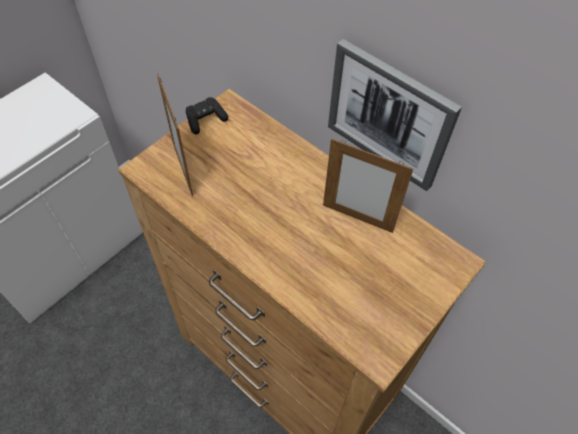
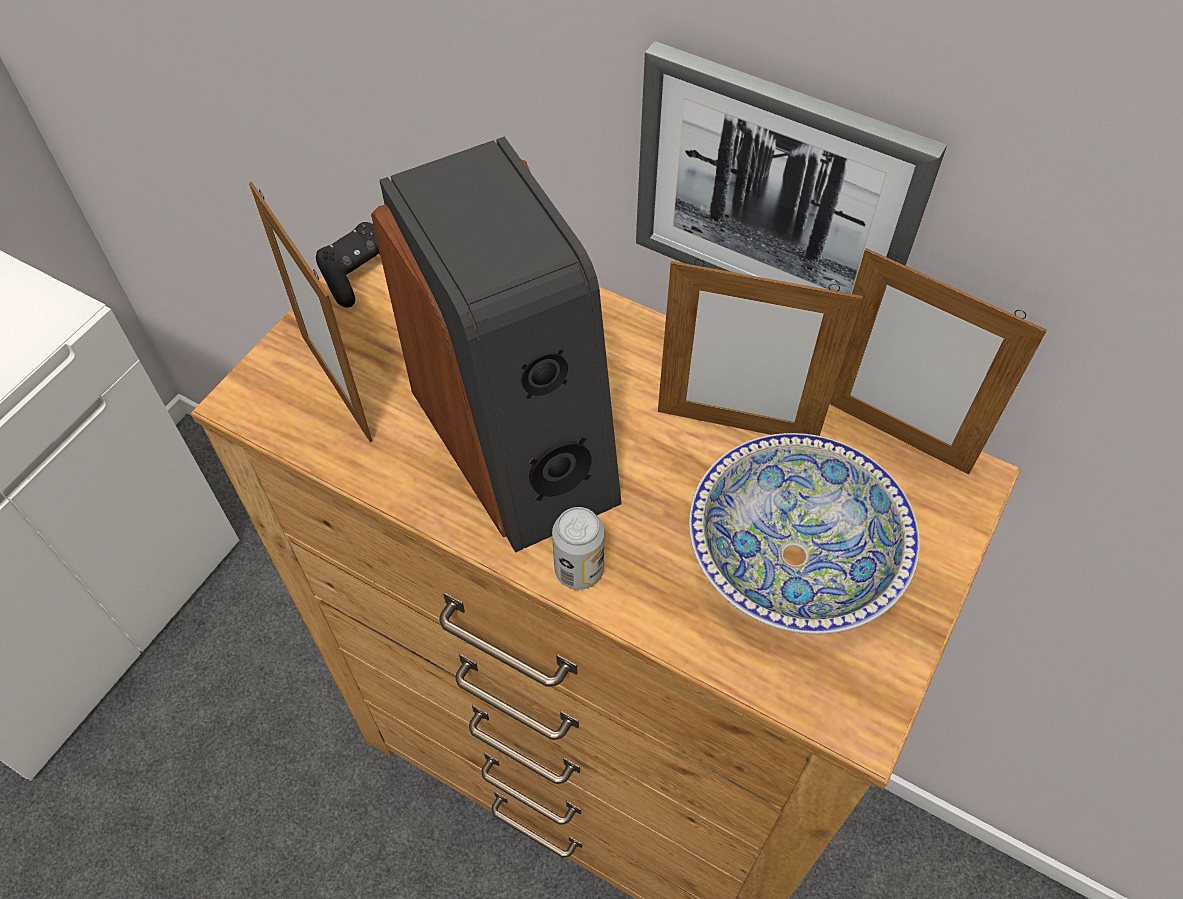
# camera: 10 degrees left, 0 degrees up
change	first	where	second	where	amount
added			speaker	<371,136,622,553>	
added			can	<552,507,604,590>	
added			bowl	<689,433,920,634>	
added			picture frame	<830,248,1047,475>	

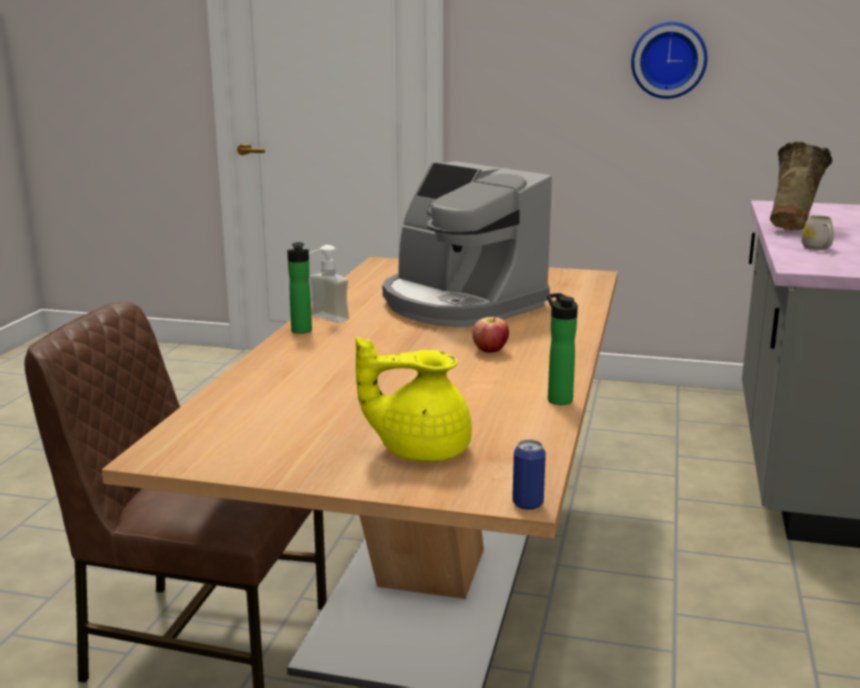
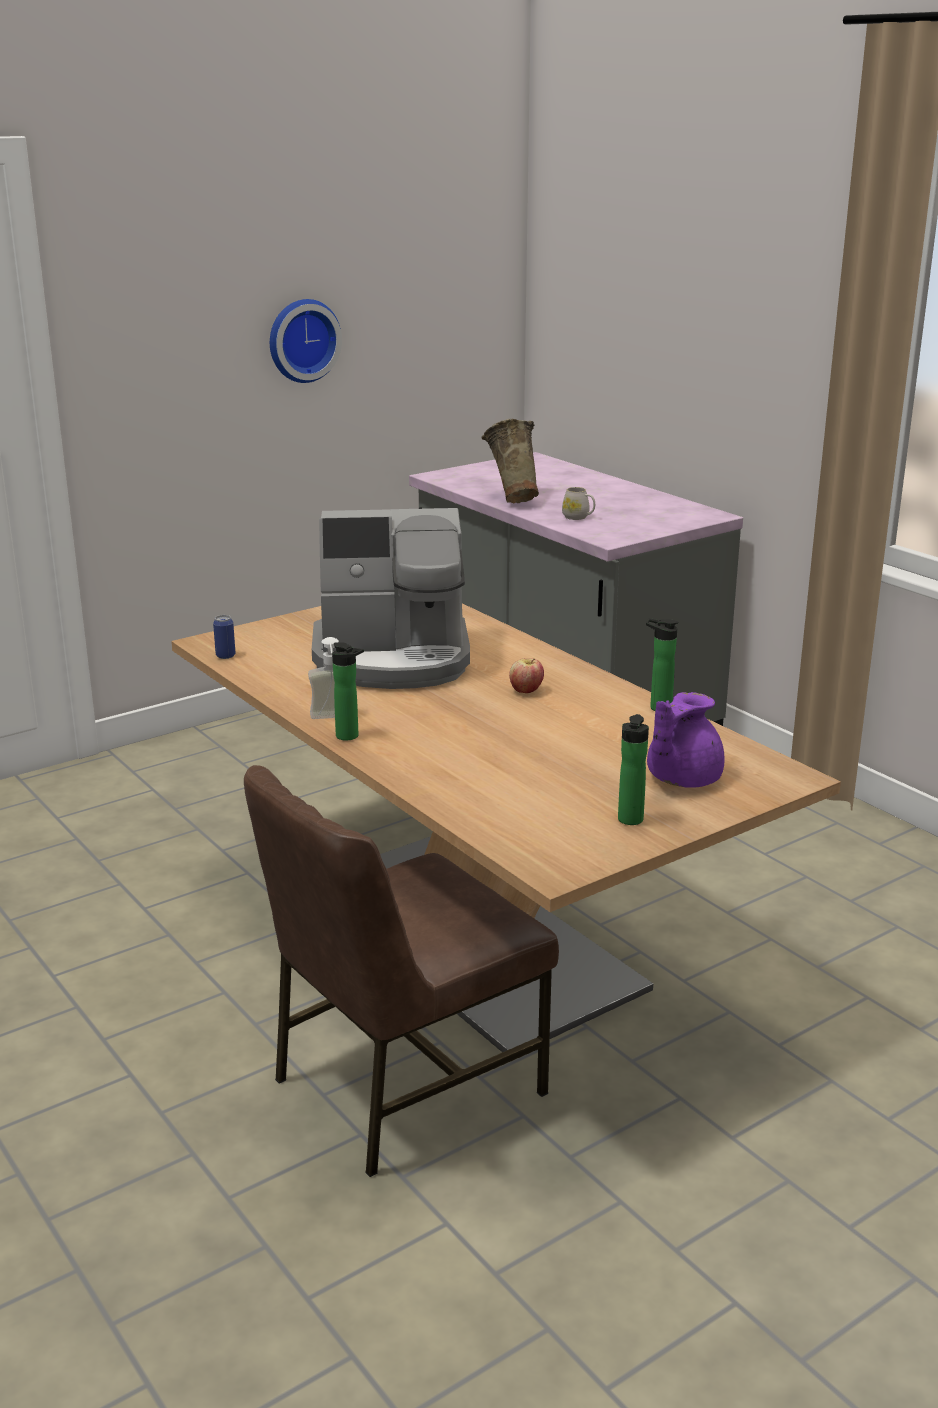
# camera: 50 degrees left, 5 degrees up
change	first	where	second	where	amount
moved	can	<512,439,546,510>		<213,615,235,659>	
added			bottle	<618,714,649,825>	
recoloured	teapot in yellow	<356,336,472,461>	teapot in purple	<647,692,724,788>	

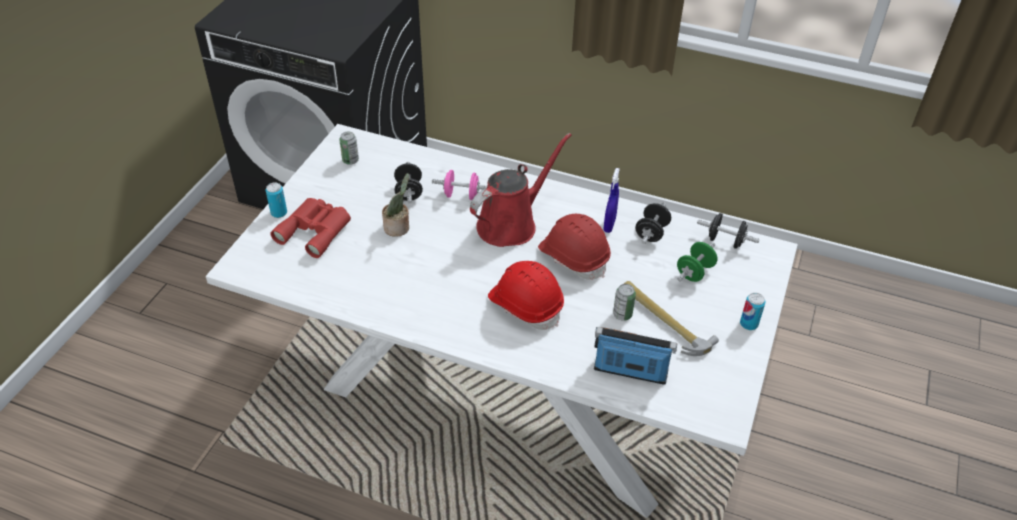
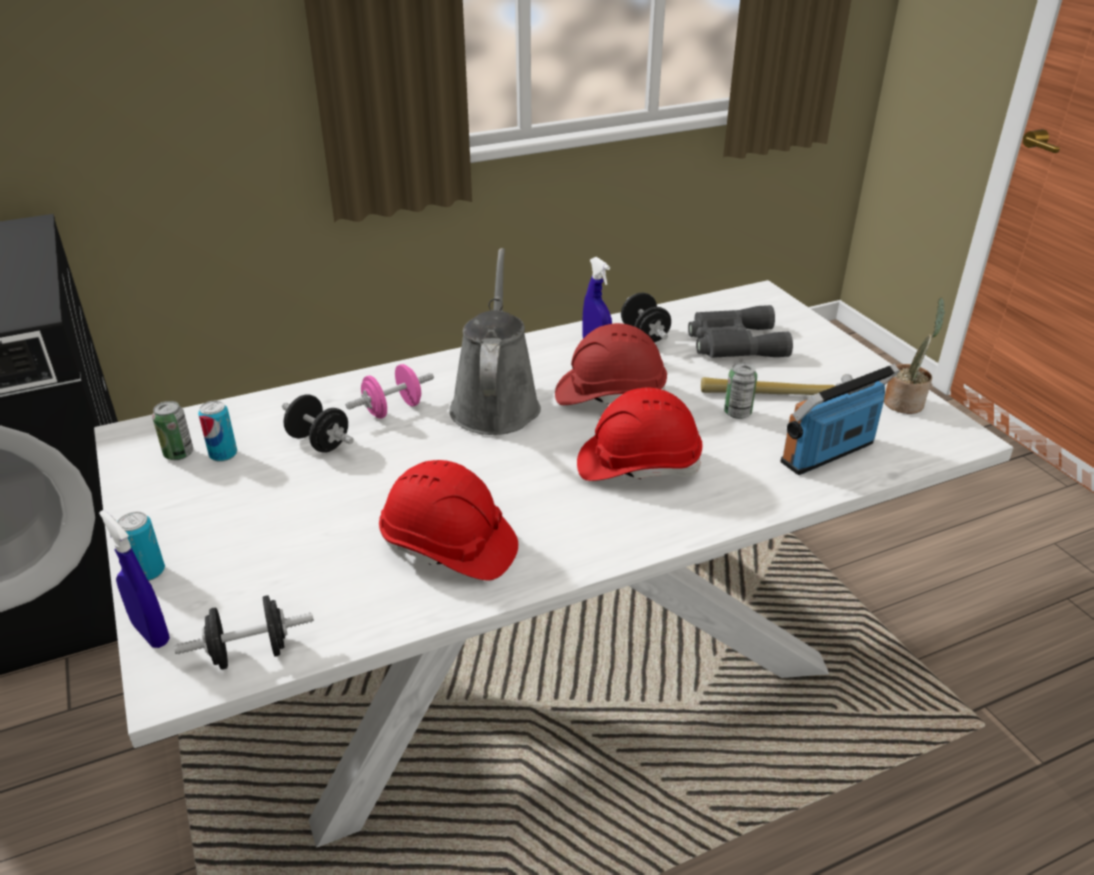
# camera: 45 degrees left, 10 degrees down
change	first	where	second	where	amount
added			spray bottle in blue	<99,510,170,648>	
moved	dumbbell in black	<697,213,759,249>		<174,595,314,670>	
moved	can	<740,293,766,330>		<198,401,237,462>	
added			hard hat in red	<379,460,518,580>	
recoloured	watering can in red	<470,133,572,247>	watering can in grey	<450,248,541,435>	
replaced	dumbbell in green	<677,242,718,282>	binoculars in grey	<688,305,793,358>	
moved	potted plant	<382,173,409,237>		<884,297,945,414>	
removed	binoculars in red	<270,198,351,258>			

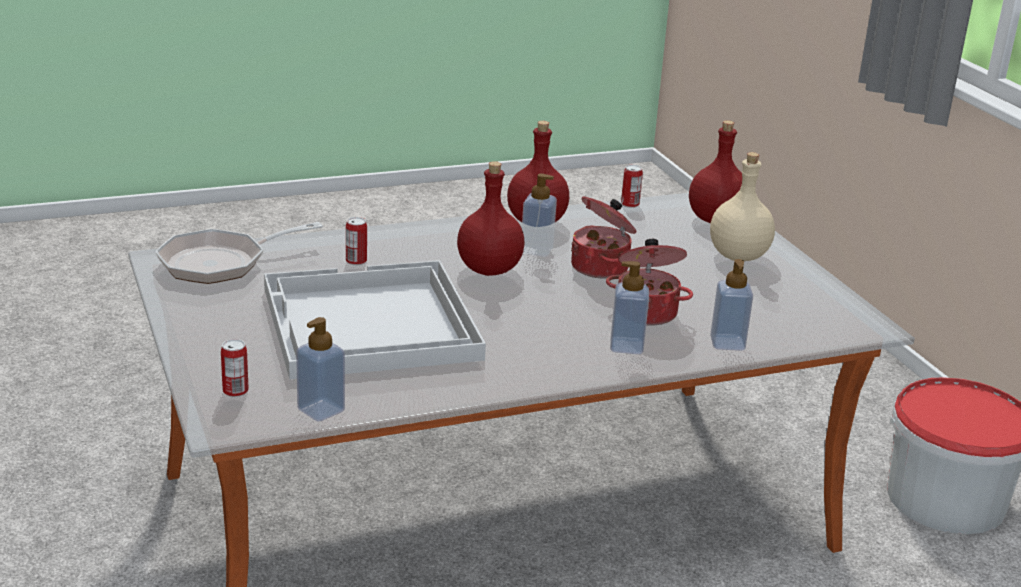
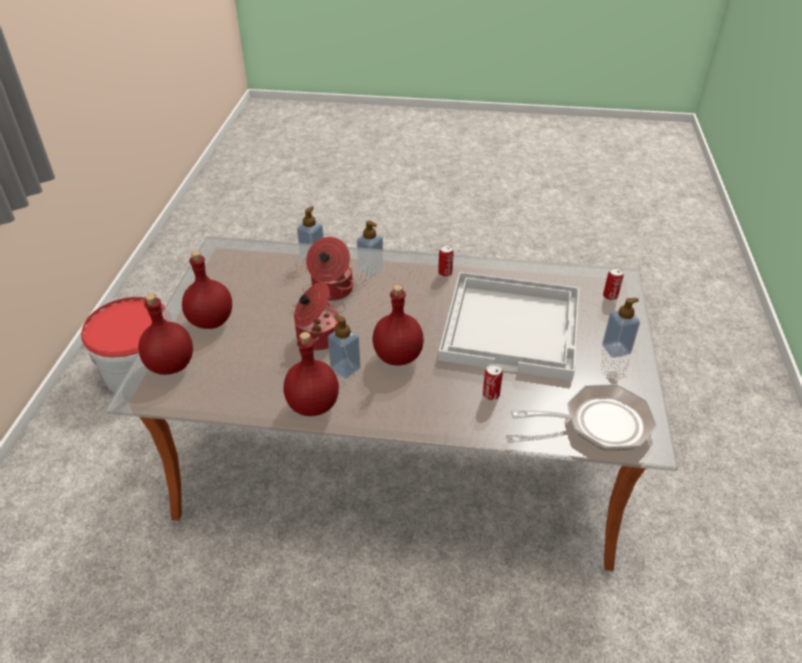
# camera: 150 degrees left, 15 degrees up
change	first	where	second	where	amount
recoloured	bottle in beige	<710,152,775,261>	bottle in red	<182,251,232,329>	
moved	can	<621,165,643,208>		<438,245,454,277>	
moved	soap dispenser	<296,317,345,422>		<602,298,640,358>	

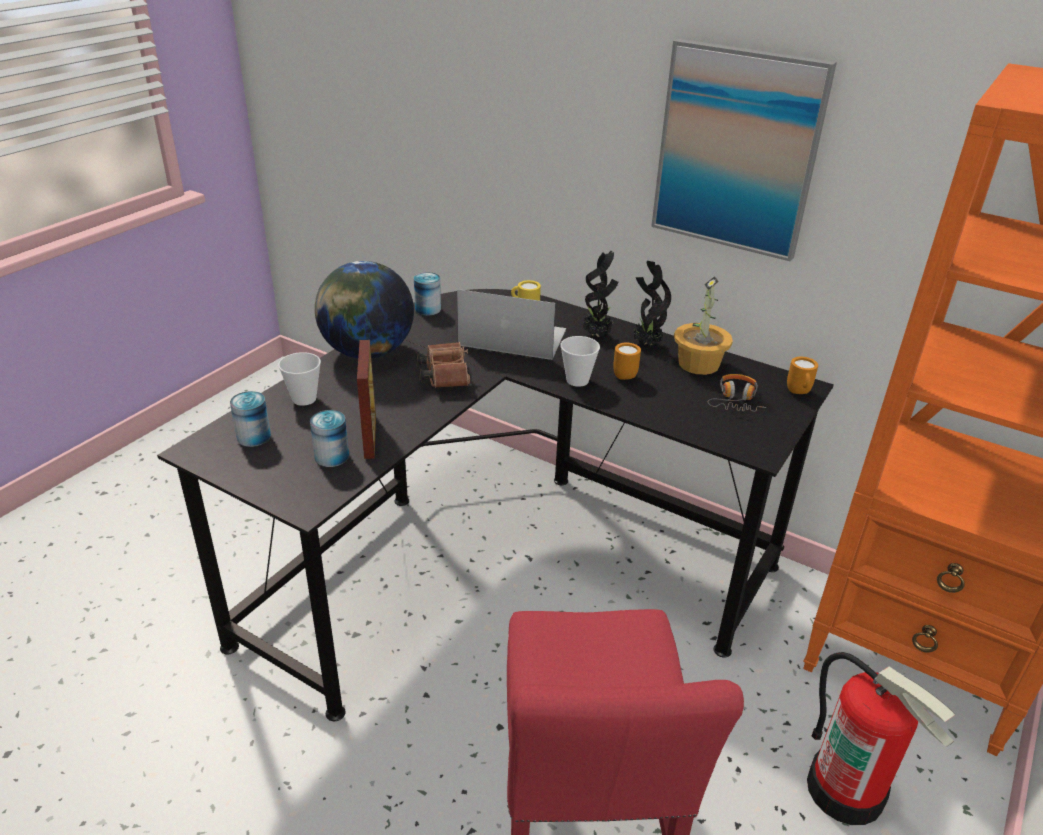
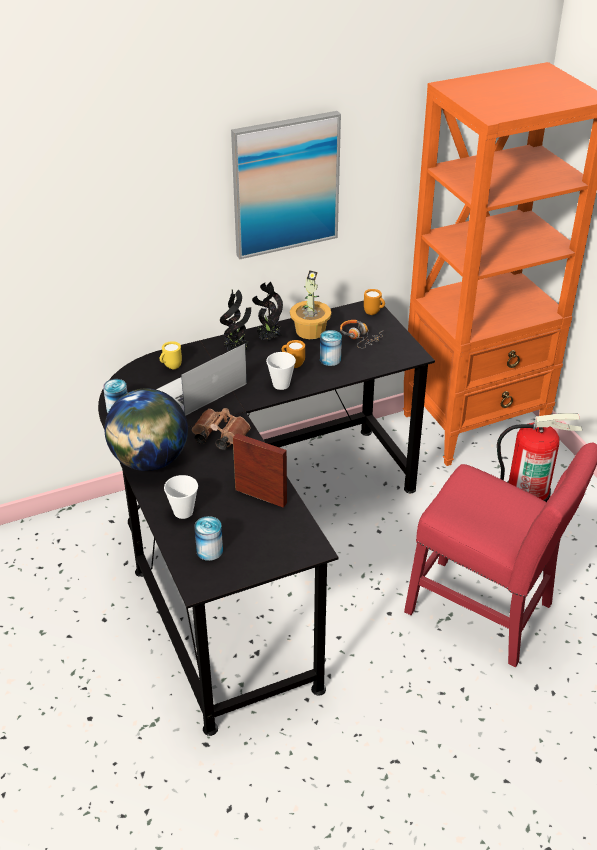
# camera: 55 degrees left, 5 degrees up
change	first	where	second	where	amount
moved	can	<310,410,349,467>		<320,330,342,366>	

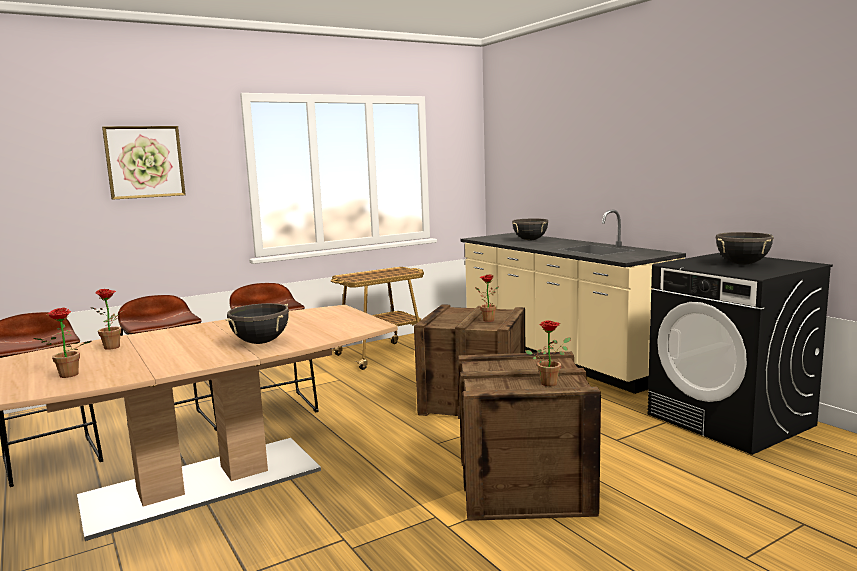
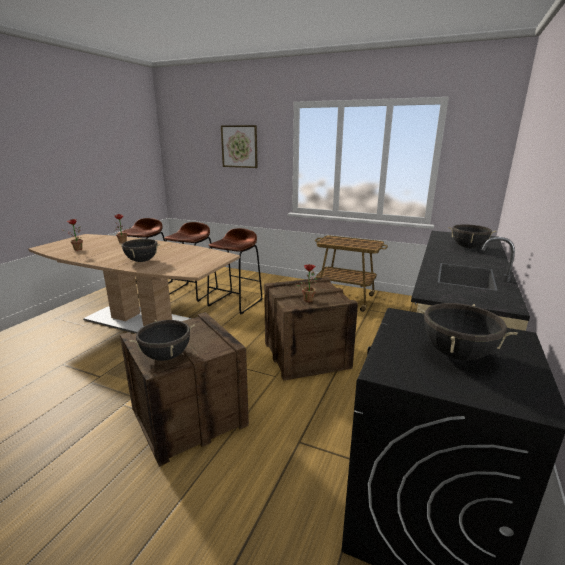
# camera: 55 degrees right, 10 degrees up
change	first	where	second	where	amount
replaced	potted plant	<525,320,571,386>	cooking pot in black	<130,320,195,361>	

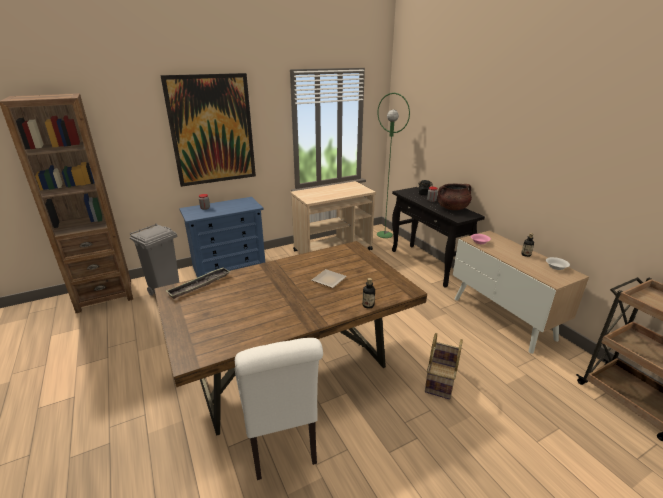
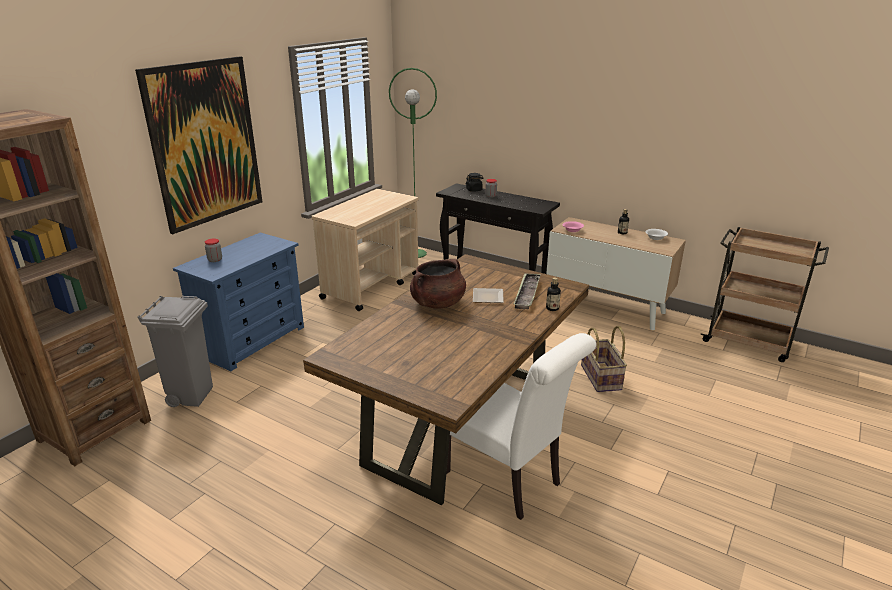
# camera: 30 degrees left, 0 degrees up
change	first	where	second	where	amount
moved	cooking pot in brown	<437,183,472,210>		<410,259,466,309>	
moved	tray	<165,268,231,299>		<513,274,541,309>	

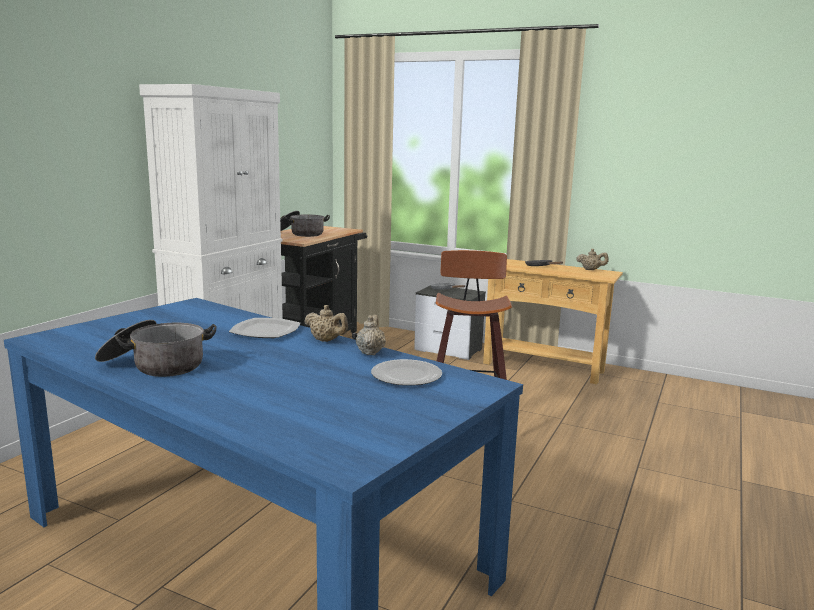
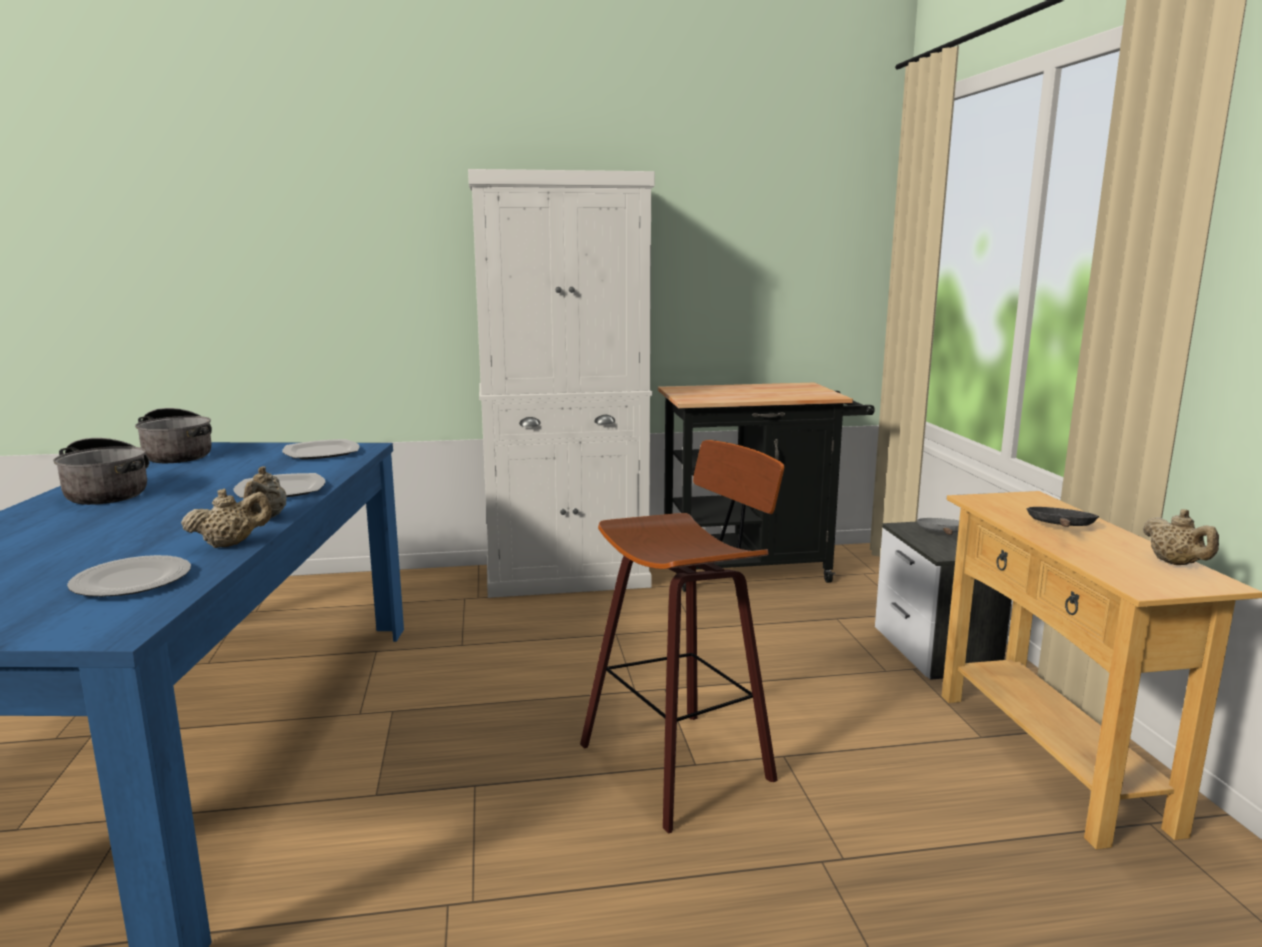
# camera: 55 degrees right, 0 degrees up
change	first	where	second	where	amount
moved	cooking pot	<280,211,330,237>		<135,408,212,463>	
added			plate	<282,439,359,460>	

